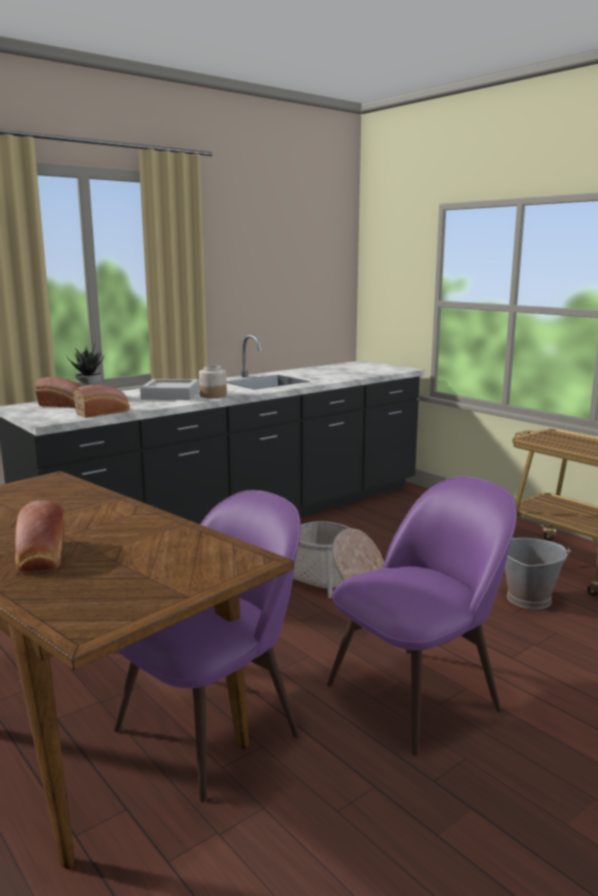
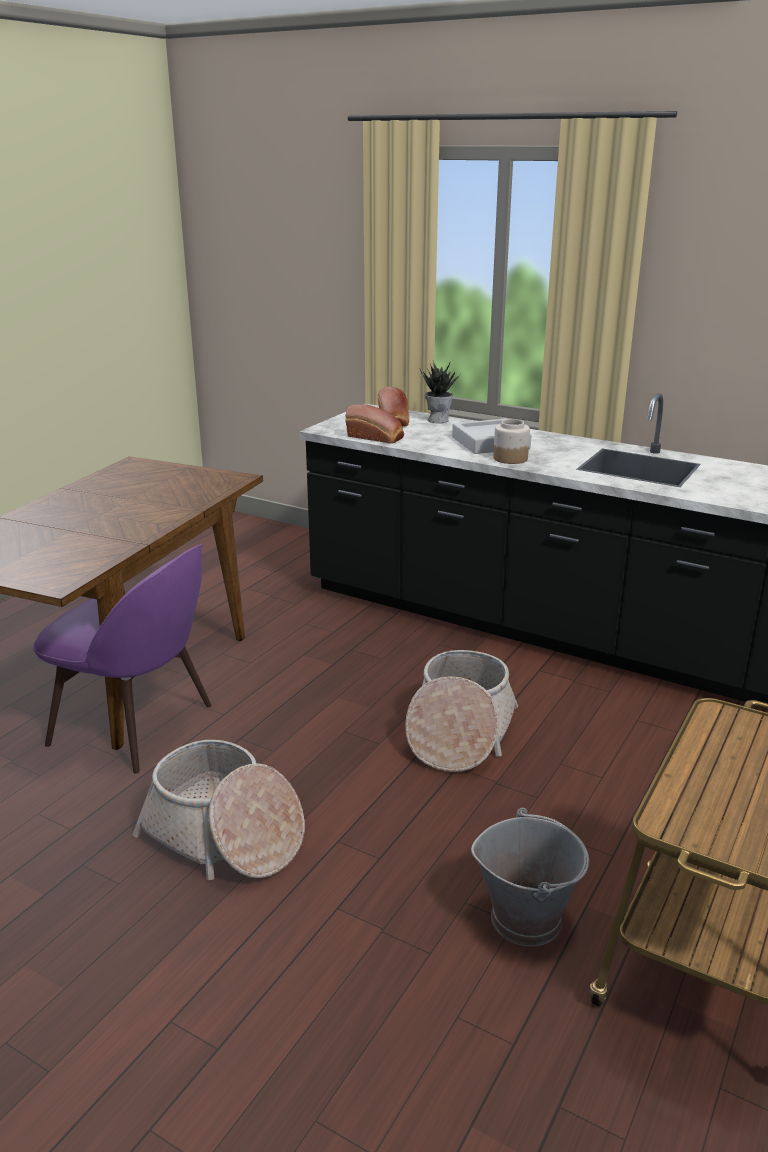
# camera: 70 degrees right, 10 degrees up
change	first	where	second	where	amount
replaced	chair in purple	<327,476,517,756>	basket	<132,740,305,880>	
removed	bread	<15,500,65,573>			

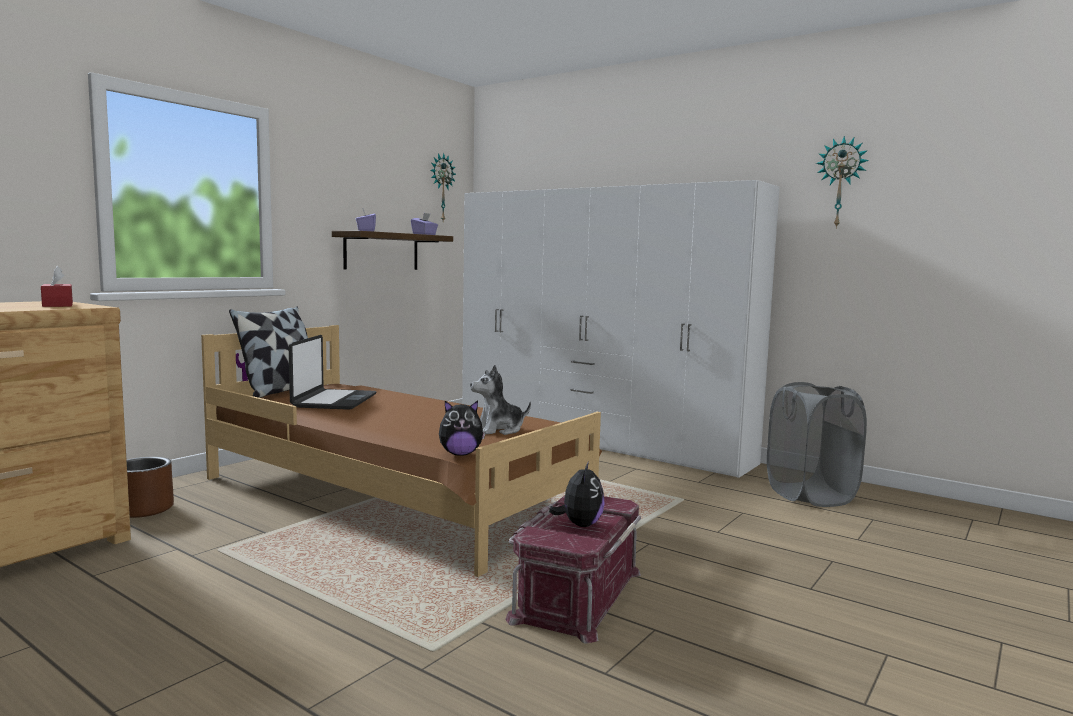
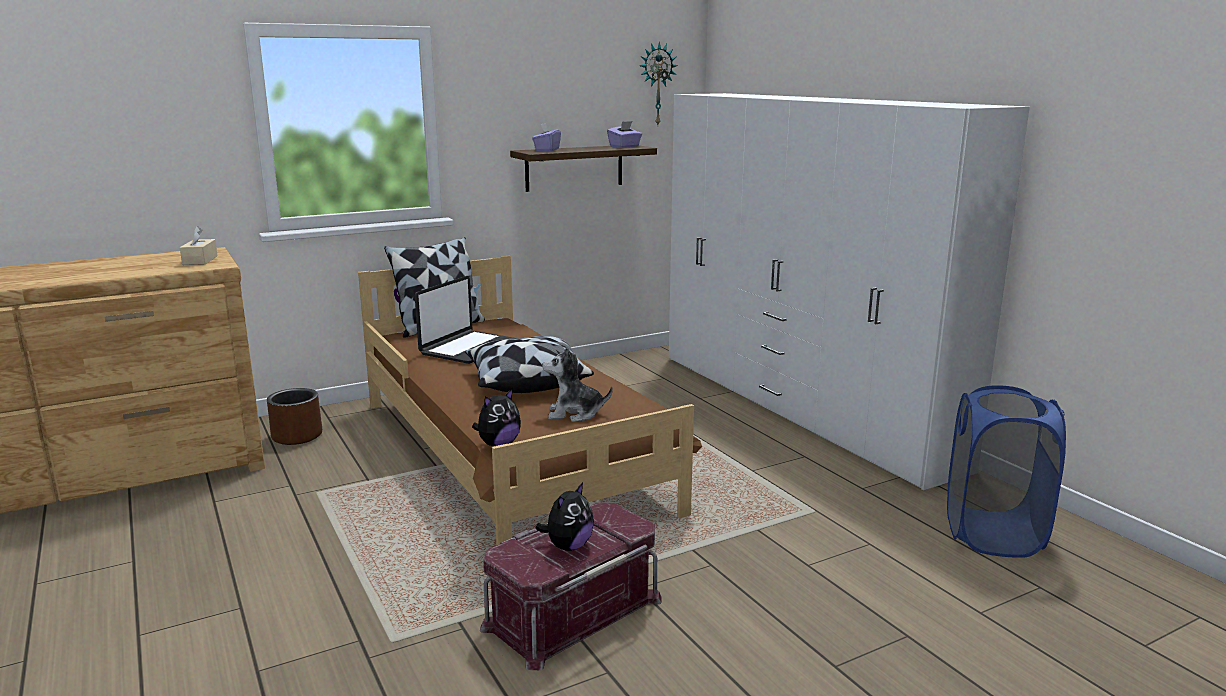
# camera: 25 degrees right, 10 degrees up
change	first	where	second	where	amount
recoloured	tissue box in red	<41,266,73,307>	tissue box in beige	<180,226,218,265>	
added			pillow	<465,336,594,393>	
turned	plush toy	<439,401,485,456>		<472,388,521,447>	60 degrees counterclockwise
recoloured	laundry basket in grey	<767,382,867,507>	laundry basket in blue	<947,385,1066,558>	
removed	wall clock	<816,136,869,229>			

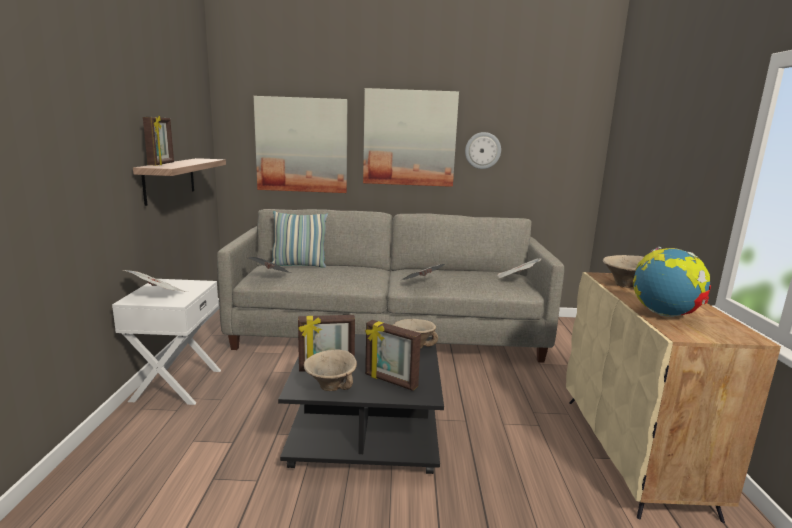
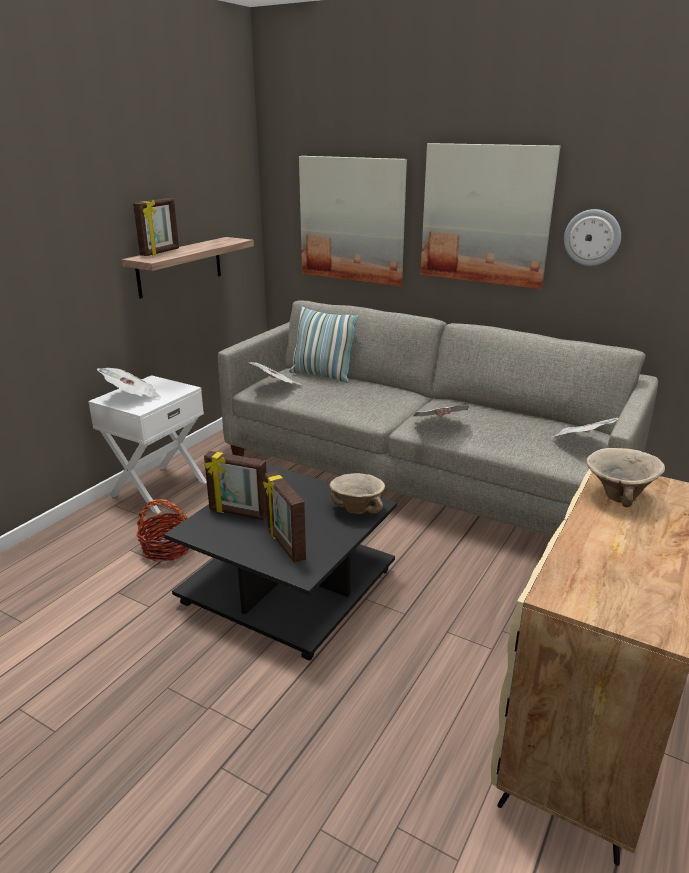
# camera: 30 degrees right, 10 degrees up
change	first	where	second	where	amount
added			basket	<136,499,189,562>	
removed	bowl in beige	<304,349,357,391>			
removed	globe	<633,247,711,317>			

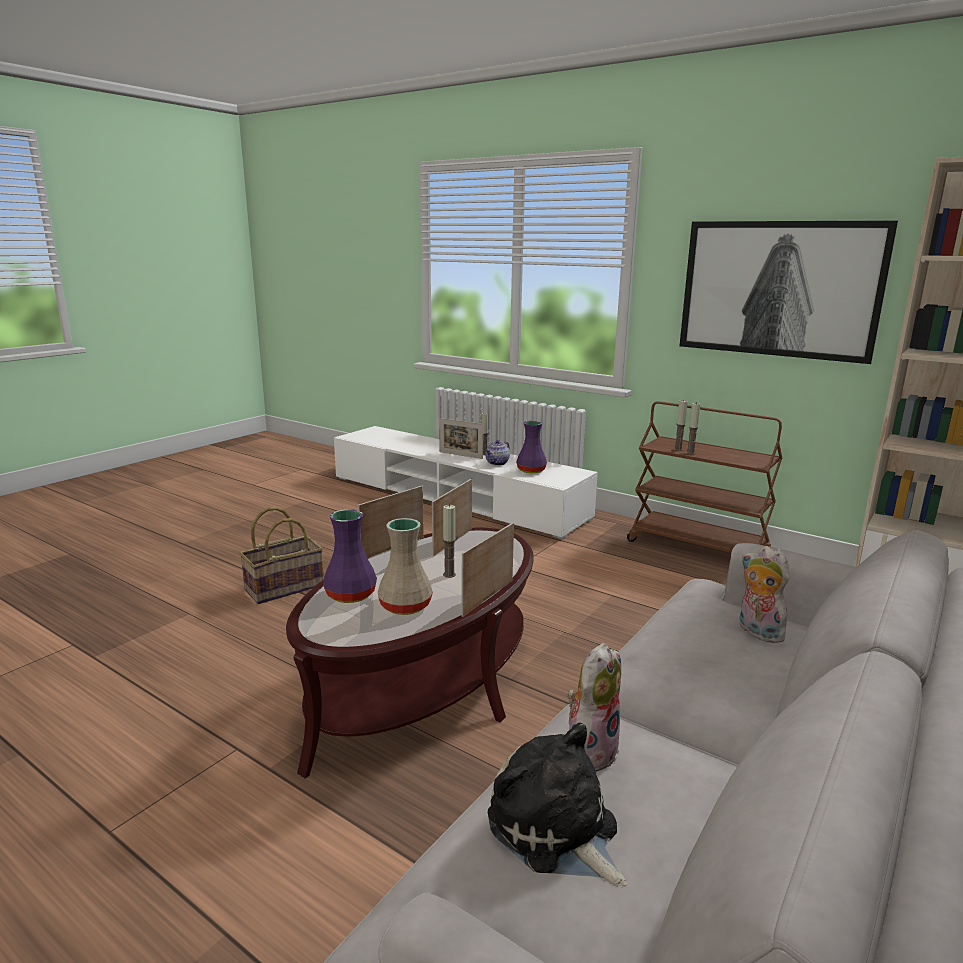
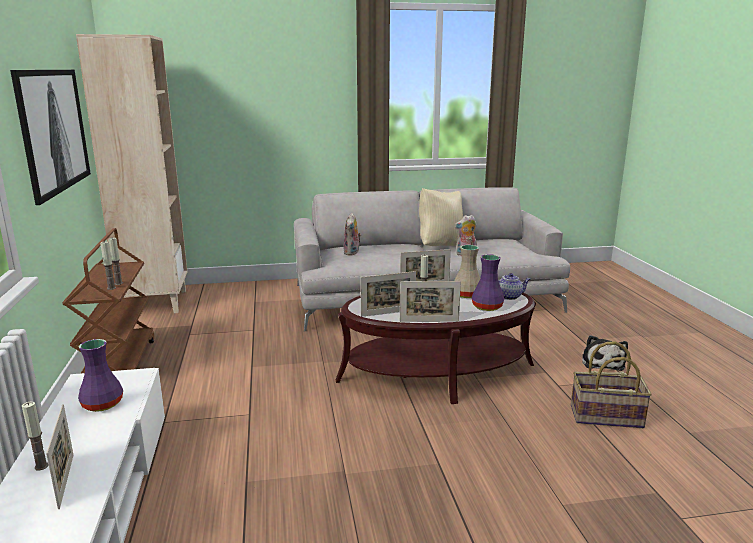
# camera: 135 degrees left, 0 degrees up
change	first	where	second	where	amount
added			pillow in beige	<419,188,463,246>	
moved	teapot	<485,440,510,466>		<498,273,530,300>	
moved	basket	<239,507,324,604>		<571,341,652,428>	
moved	plush toy	<488,723,628,887>		<582,335,628,371>	

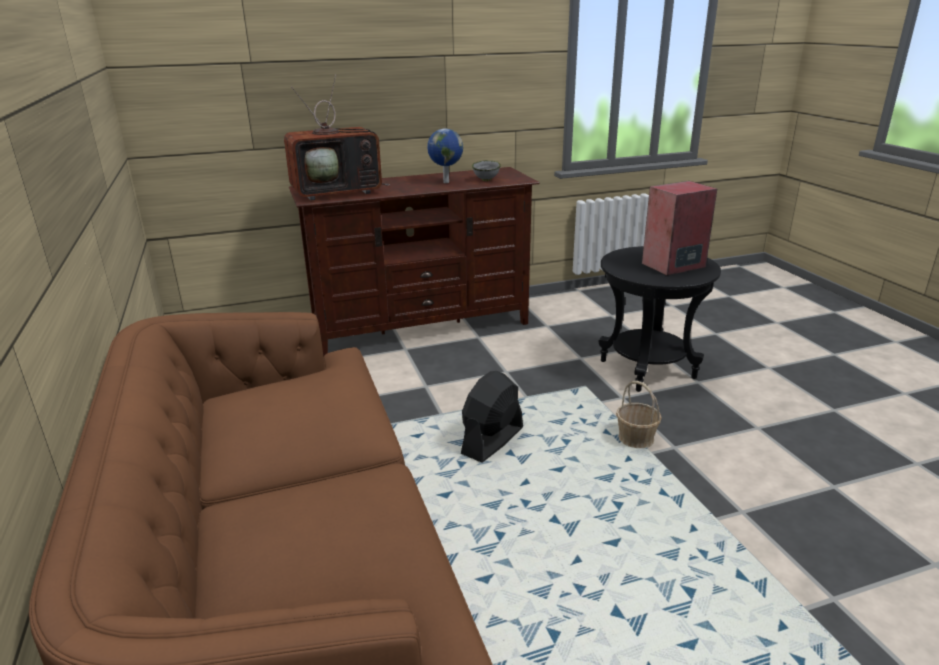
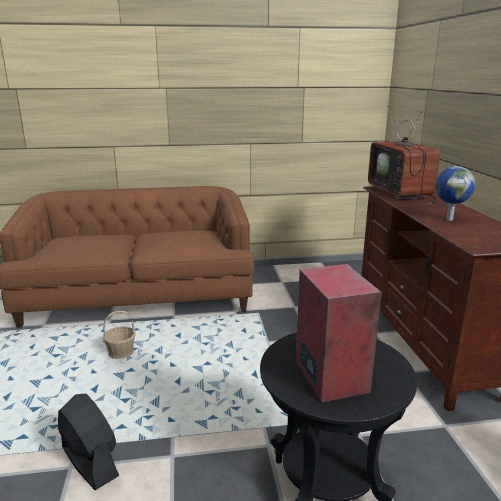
# camera: 100 degrees right, 5 degrees down
change	first	where	second	where	amount
moved	fan in black	<461,371,523,463>		<58,394,119,490>	
moved	basket	<616,381,662,448>		<103,311,135,359>	
removed	bowl in grey	<472,160,501,181>			

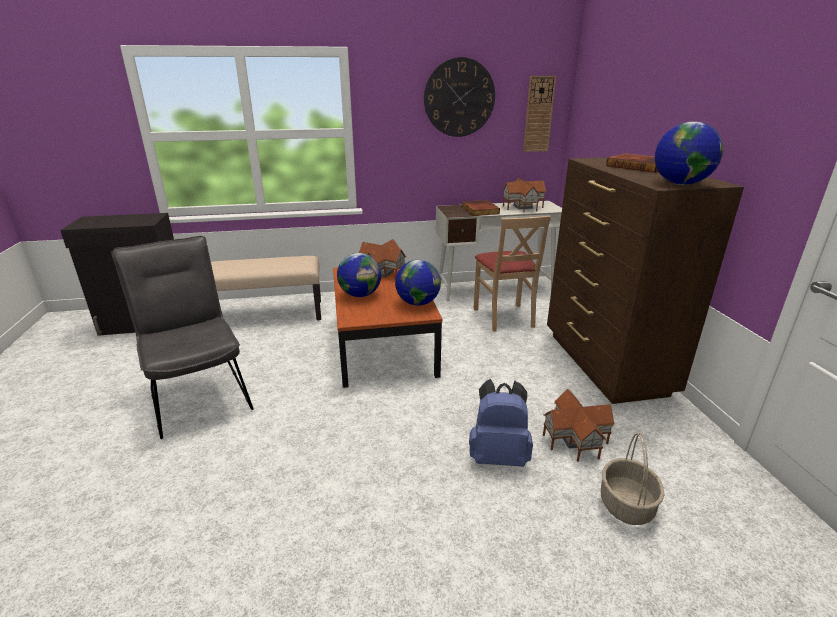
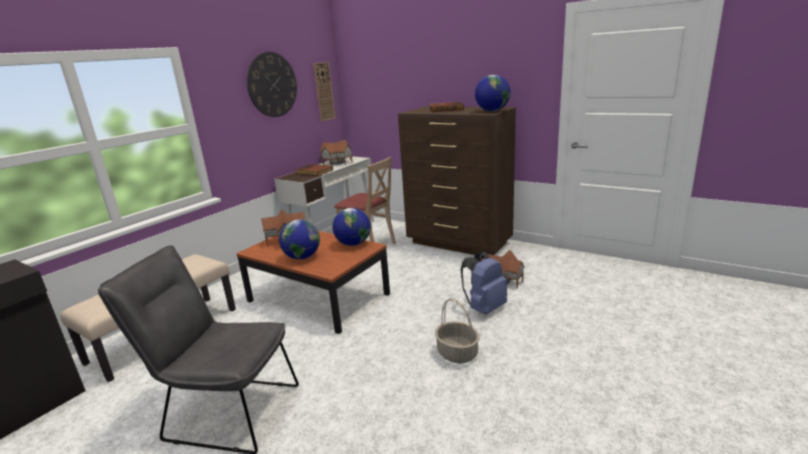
# camera: 45 degrees left, 5 degrees down
change	first	where	second	where	amount
moved	basket	<601,433,665,525>		<435,298,480,363>	

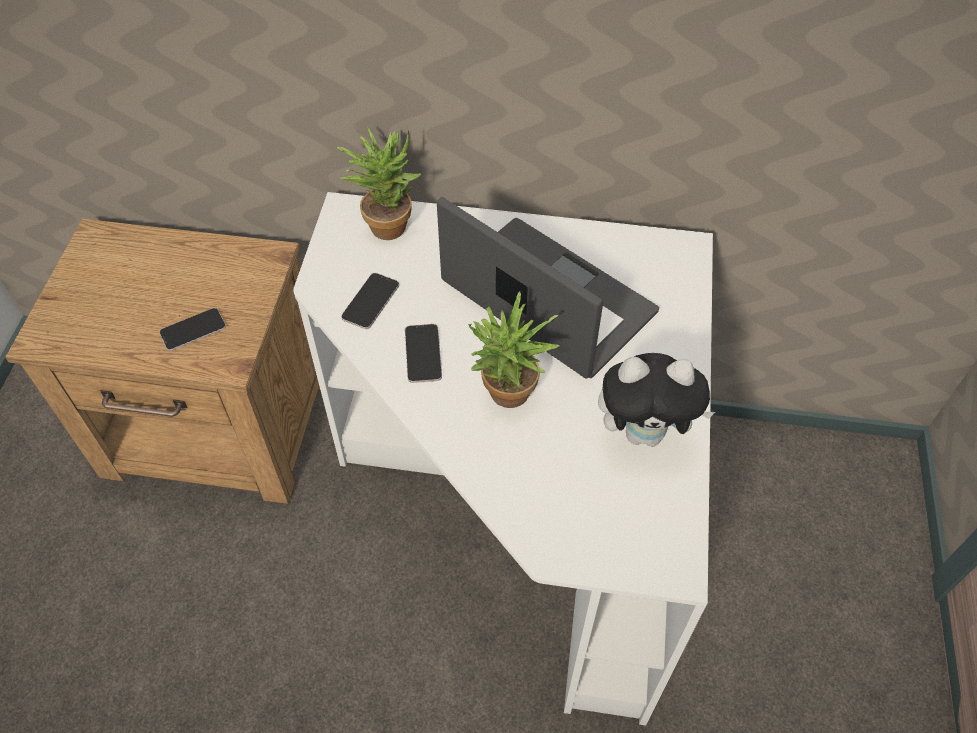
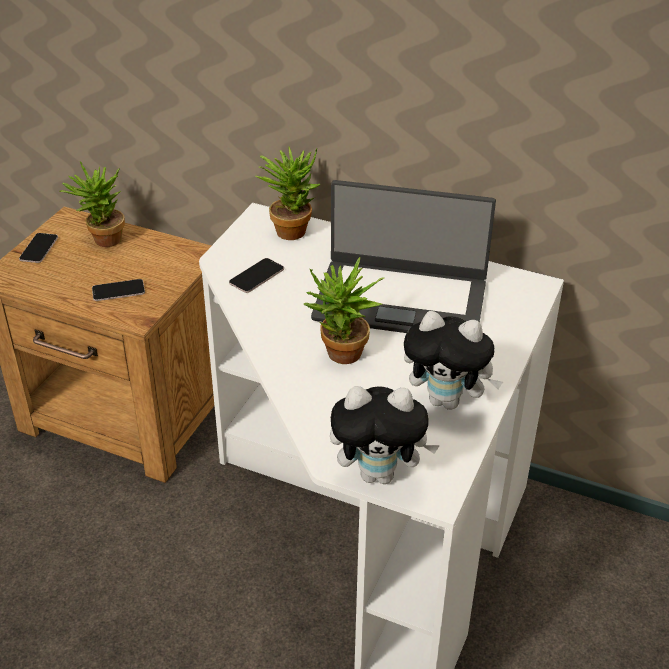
# camera: 15 degrees right, 15 degrees down
change	first	where	second	where	amount
moved	phone	<405,324,442,383>		<19,233,58,263>	
added			potted plant	<60,161,125,247>	
turned	laptop	<437,197,659,379>		<311,180,496,333>	135 degrees clockwise
added			plush toy	<330,386,440,484>	

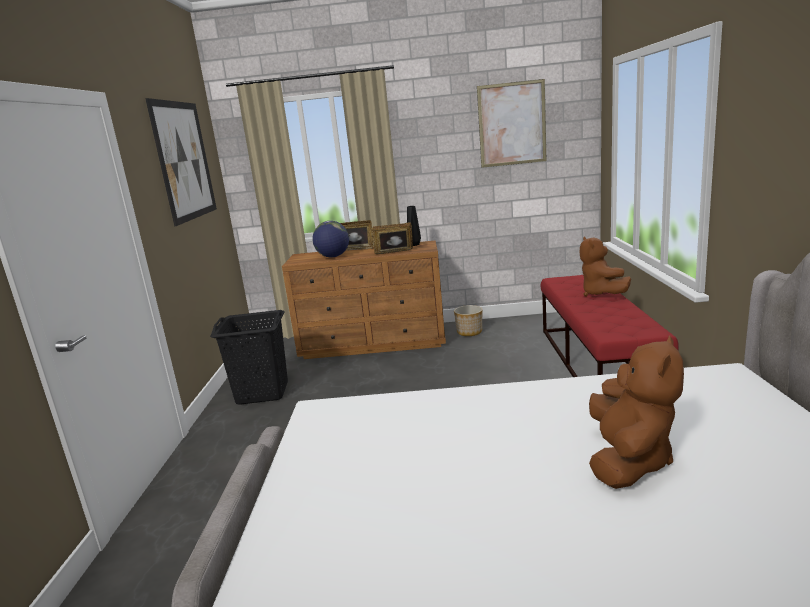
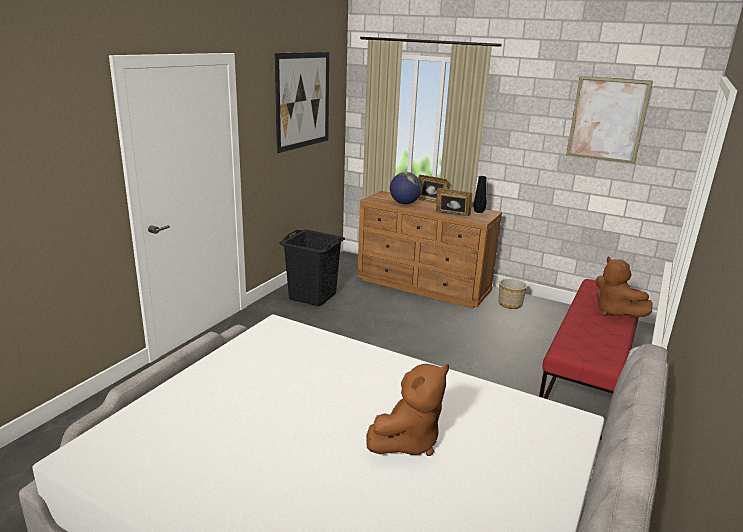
# camera: 25 degrees right, 5 degrees up
change	first	where	second	where	amount
turned	plush toy in brown	<580,237,631,296>		<596,257,652,317>	45 degrees counterclockwise

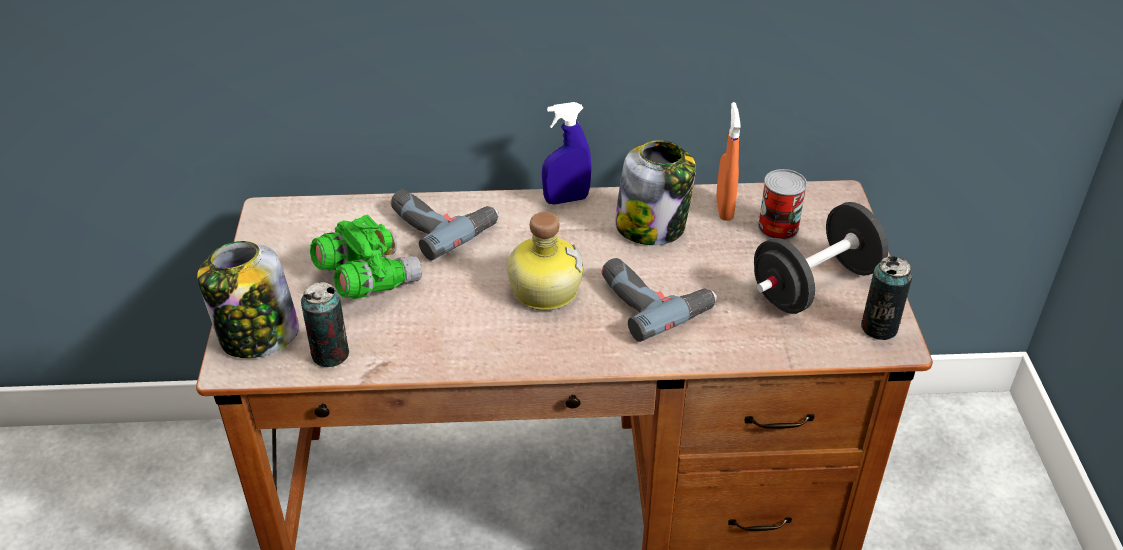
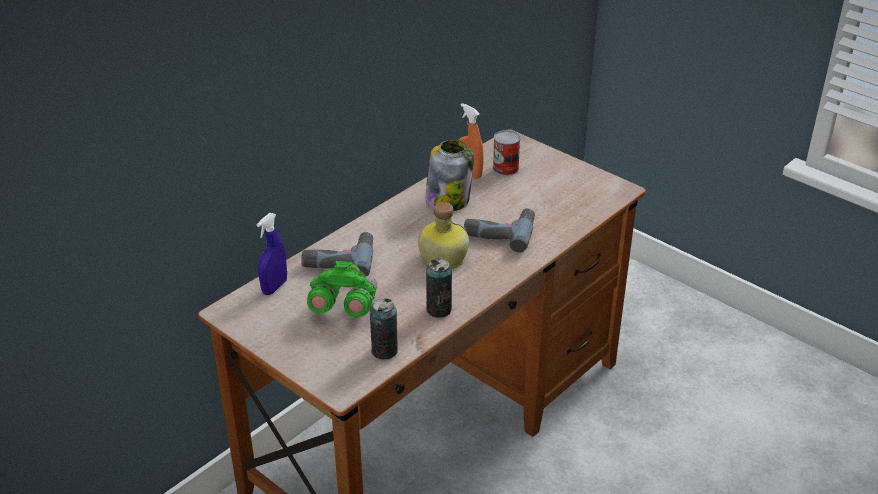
# camera: 45 degrees left, 5 degrees down
change	first	where	second	where	amount
moved	spray bottle in blue	<542,102,592,205>		<257,213,287,295>	
moved	can	<861,256,912,340>		<426,258,452,318>	
removed	jar	<197,241,299,358>			
removed	dumbbell in black	<754,202,888,314>			

